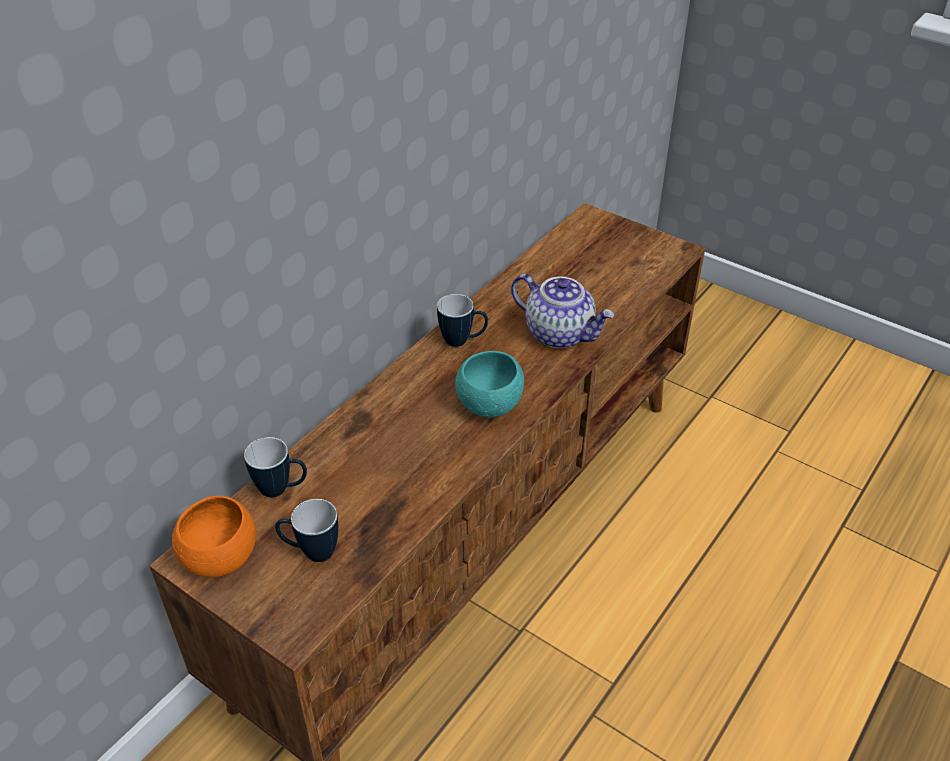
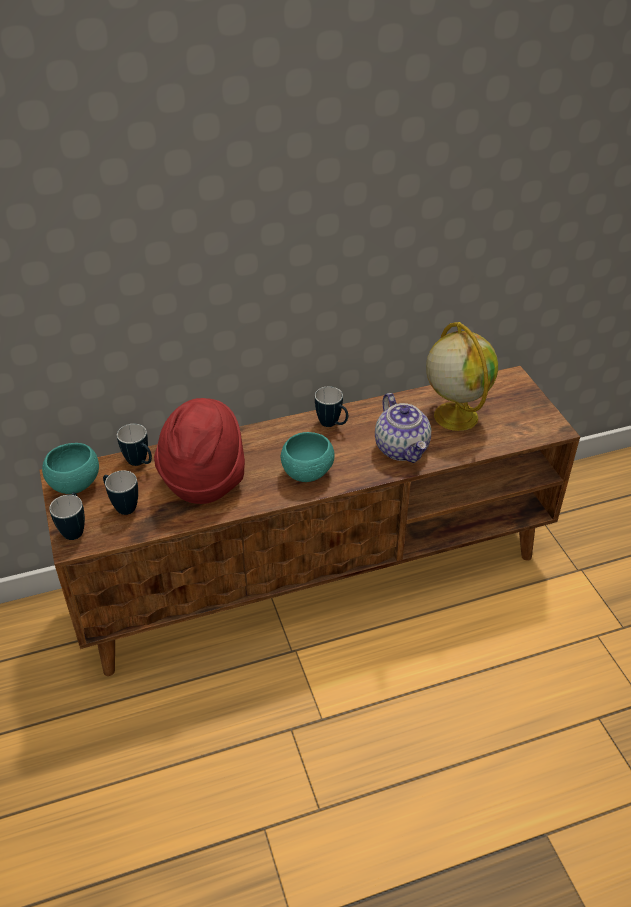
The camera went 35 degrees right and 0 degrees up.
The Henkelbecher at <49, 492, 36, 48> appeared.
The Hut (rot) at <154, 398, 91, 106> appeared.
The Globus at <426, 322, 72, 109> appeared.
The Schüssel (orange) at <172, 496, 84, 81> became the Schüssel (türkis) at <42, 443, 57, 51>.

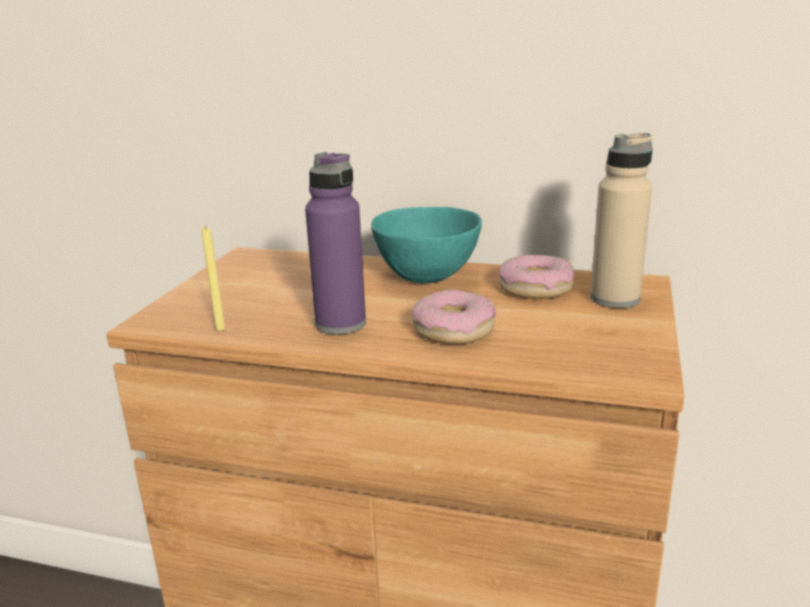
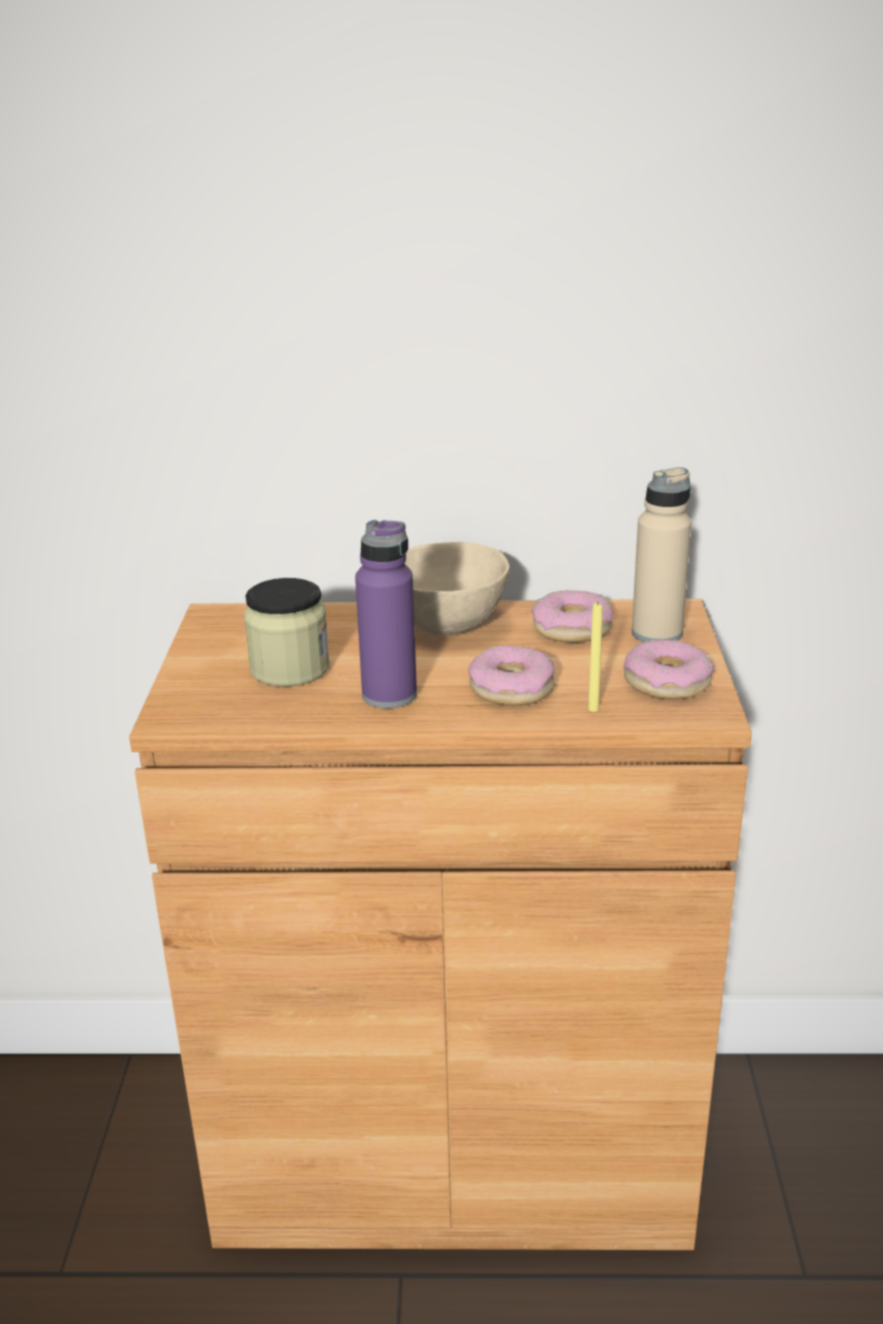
The camera went 15 degrees left and 5 degrees up.
The Vorratsglas at <244, 578, 86, 109> appeared.
The Donut at <623, 640, 91, 59> appeared.
The Kerze (gelb) moved from <201, 225, 24, 106> to <588, 603, 15, 109>.
The Schüssel (türkis) at <371, 207, 111, 76> became the Schüssel (beige) at <404, 542, 105, 93>.

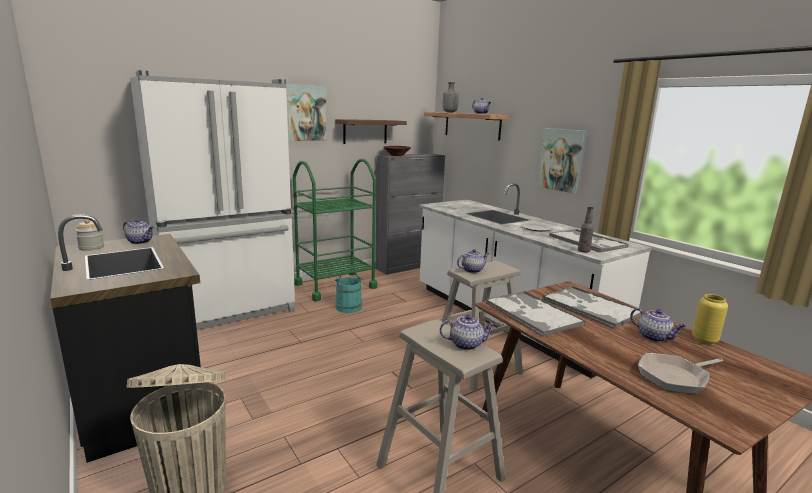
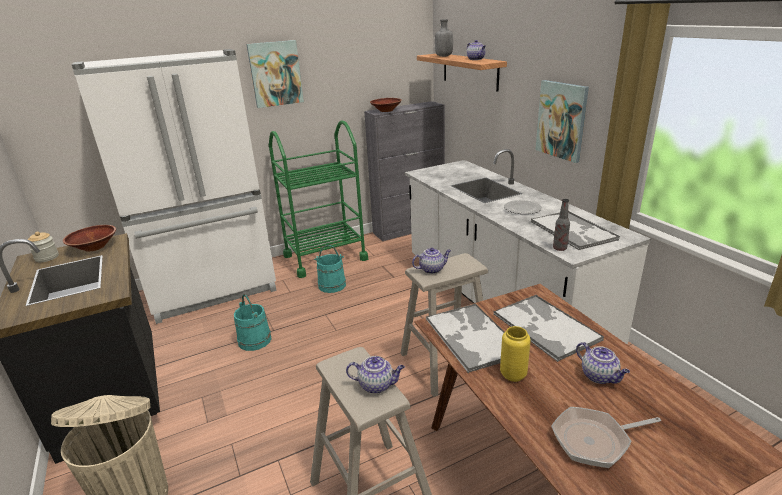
The camera went 10 degrees right and 10 degrees up.
The Wandregal at <335, 119, 72, 25> disappeared.
The Eimer (türkis) at <234, 294, 38, 57> appeared.
The Vase (gelb) moved from <692, 294, 36, 51> to <500, 326, 31, 56>.
The Teekanne at <123, 219, 31, 25> was replaced by the Schüssel (braun) at <63, 225, 53, 27>.

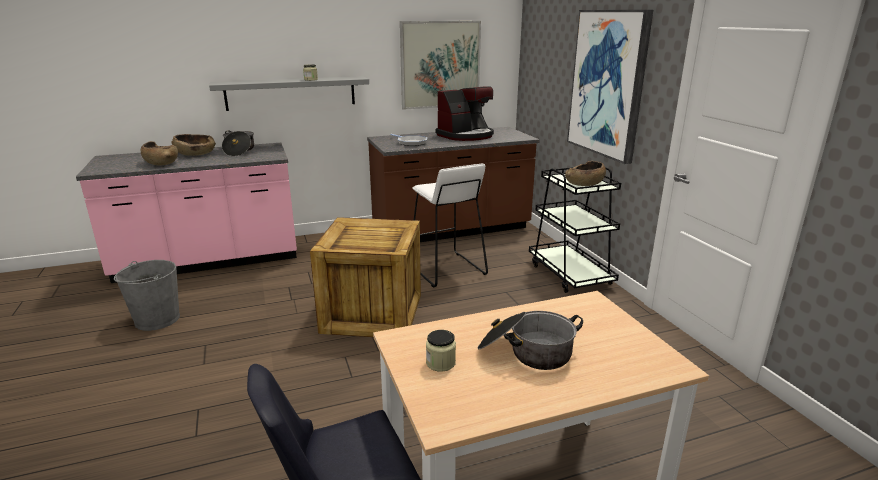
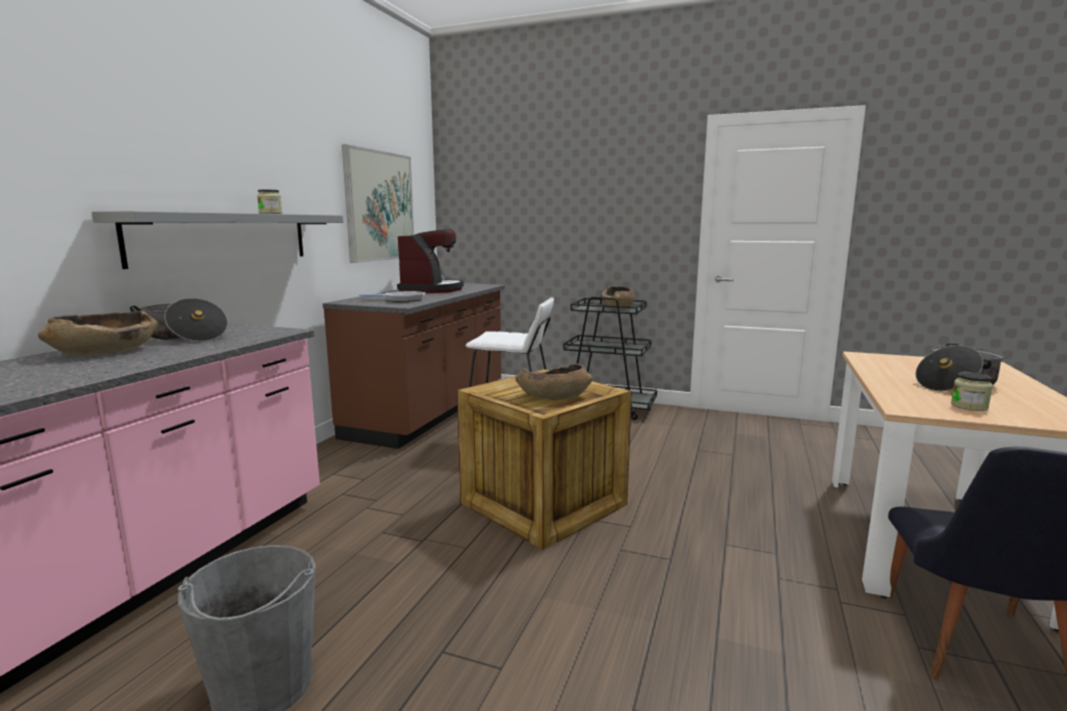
The camera went 50 degrees left and 10 degrees down.
The Bild at <567, 10, 86, 154> disappeared.
The Schüssel (braun) moved from <141, 141, 37, 25> to <515, 364, 78, 36>.

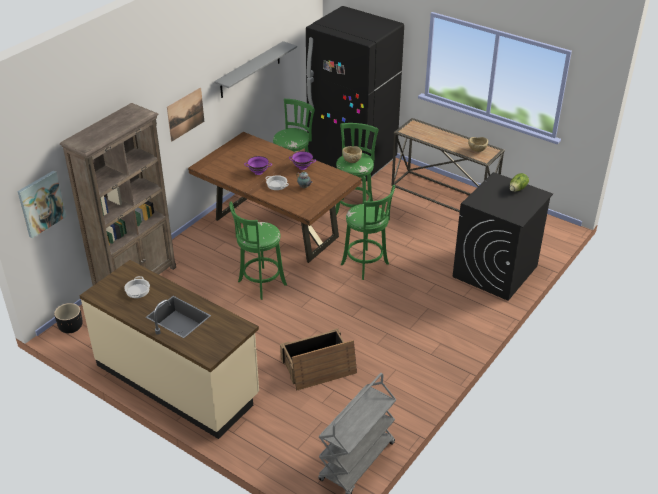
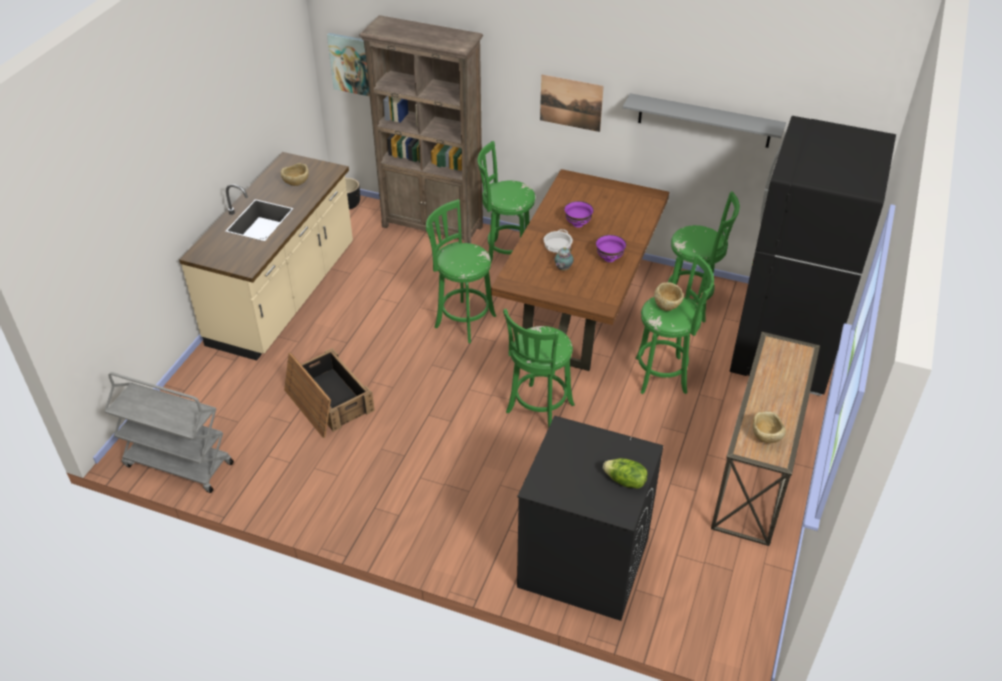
The camera went 75 degrees right and 5 degrees up.
The Hocker (grün) at <477, 141, 58, 122> appeared.
The Kochtopf at <124, 276, 26, 22> was replaced by the Schüssel (beige) at <281, 163, 28, 23>.

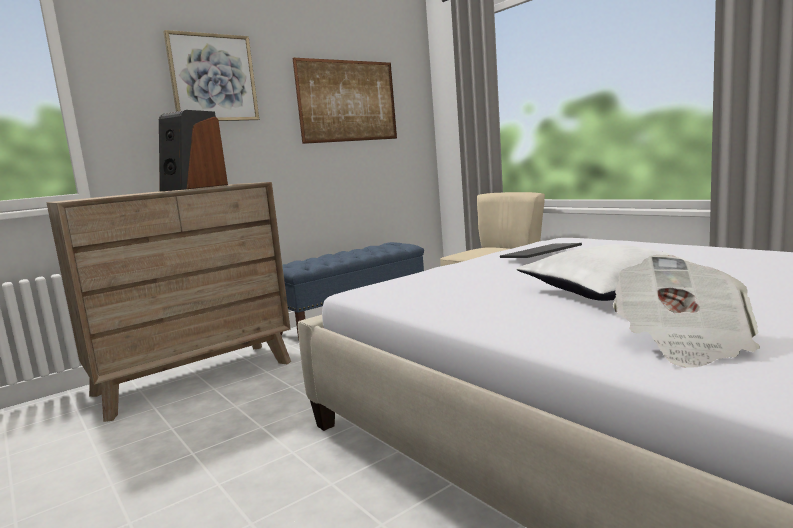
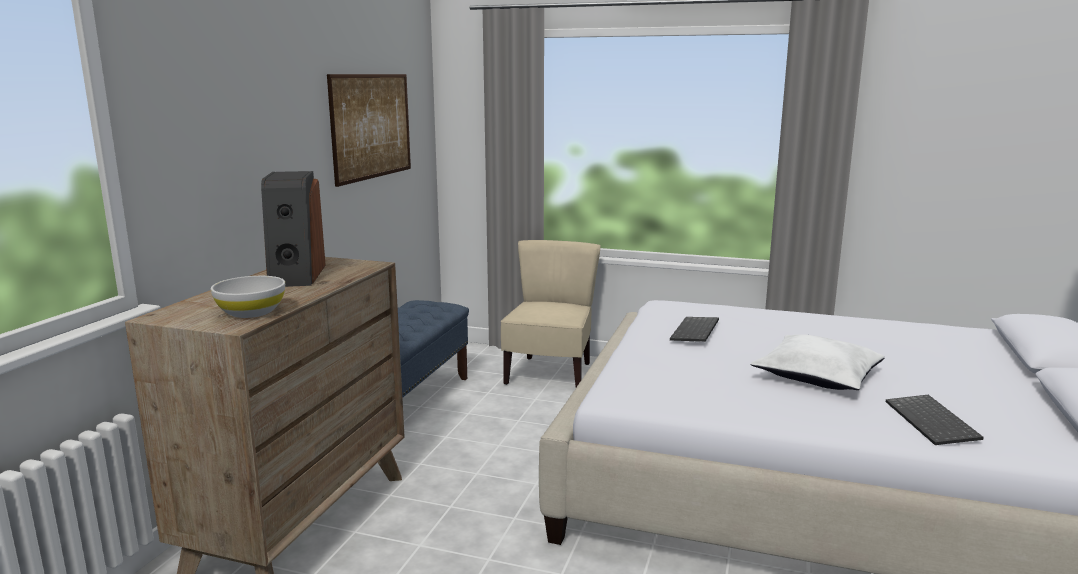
The camera went 35 degrees left and 5 degrees up.
The Bild at <163, 30, 96, 91> disappeared.
The Schüssel (weiß) at <211, 276, 74, 42> appeared.
The Zeitung at <613, 255, 147, 113> was replaced by the Tastatur at <886, 395, 97, 50>.

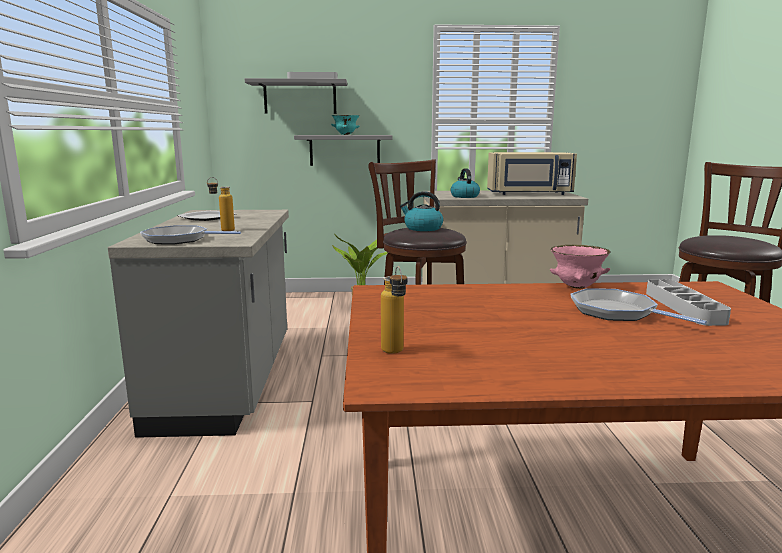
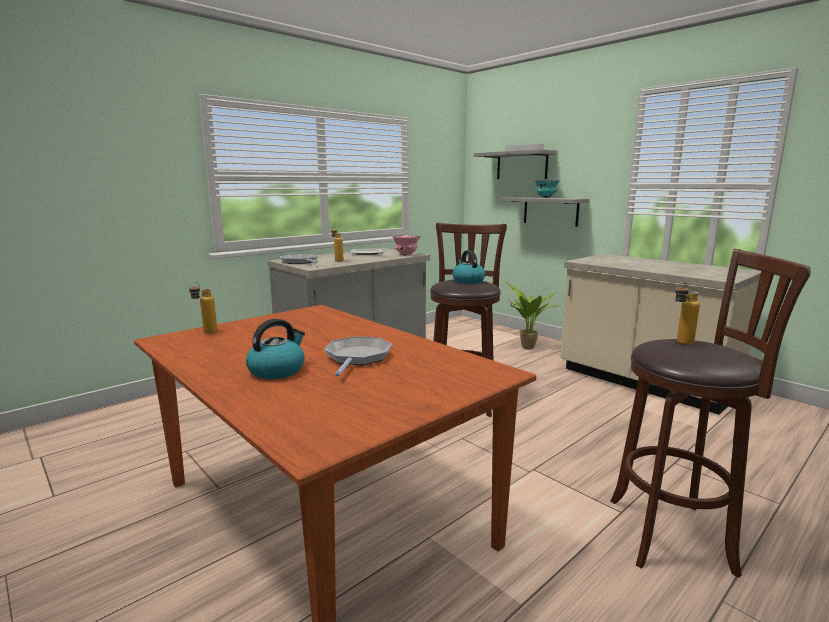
The camera went 50 degrees right and 0 degrees up.
The Mikrowelle (beige) at <487, 152, 90, 43> disappeared.
The Tablett (grau) at <646, 279, 85, 47> disappeared.
The Flasche at <675, 282, 25, 63> appeared.
The Wasserkessel moved from <451, 168, 29, 30> to <246, 319, 59, 60>.
The Schüssel (rosa) moved from <550, 245, 61, 44> to <393, 235, 27, 21>.

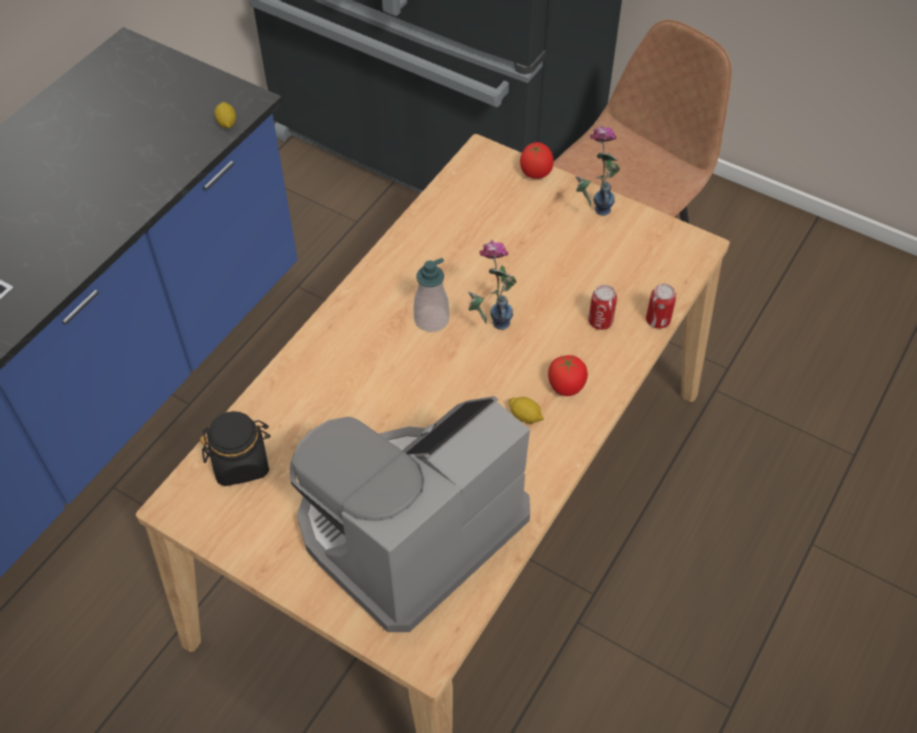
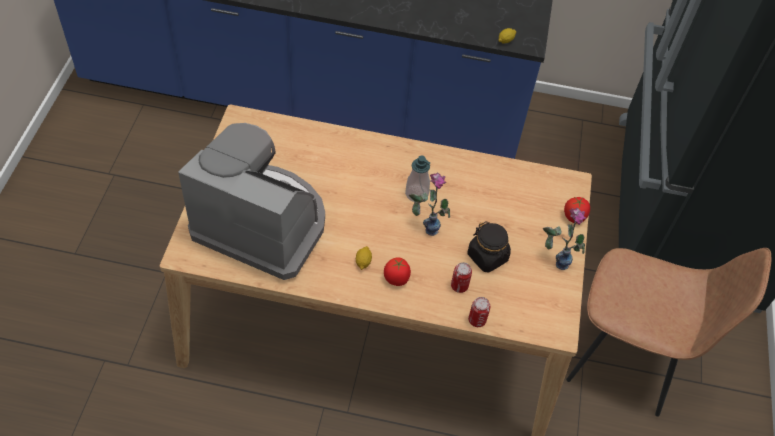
The camera went 65 degrees right and 0 degrees up.
The Vorratsglas (schwarz) moved from <200, 411, 71, 75> to <468, 221, 43, 52>.

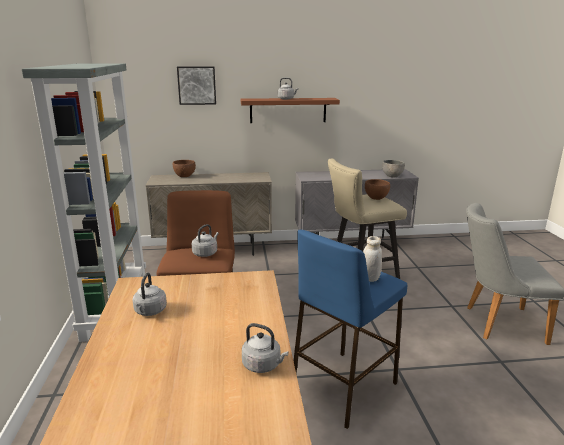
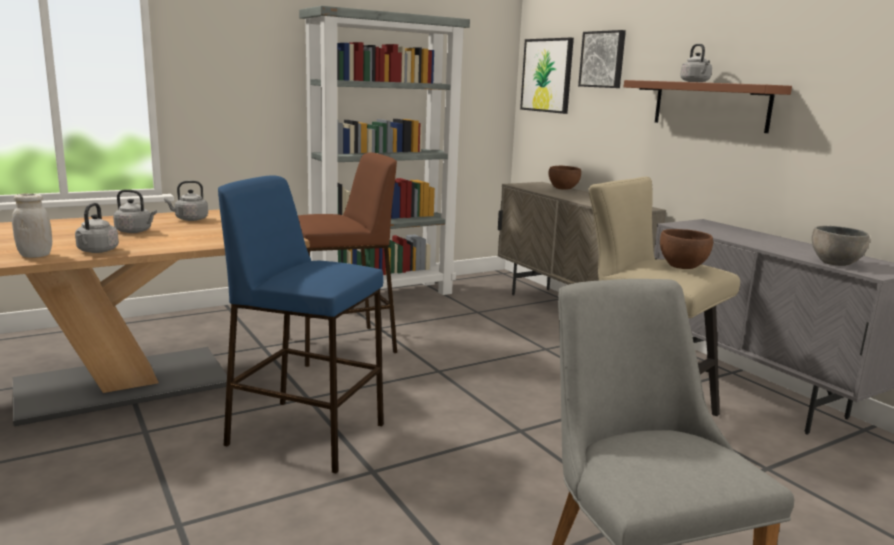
The camera went 65 degrees right and 5 degrees down.
The Bild at <520, 38, 54, 76> appeared.
The Wasserkessel (grau) moved from <192, 224, 27, 33> to <113, 189, 44, 44>.
The Vorratsglas (weiß) moved from <363, 236, 19, 46> to <12, 194, 40, 64>.

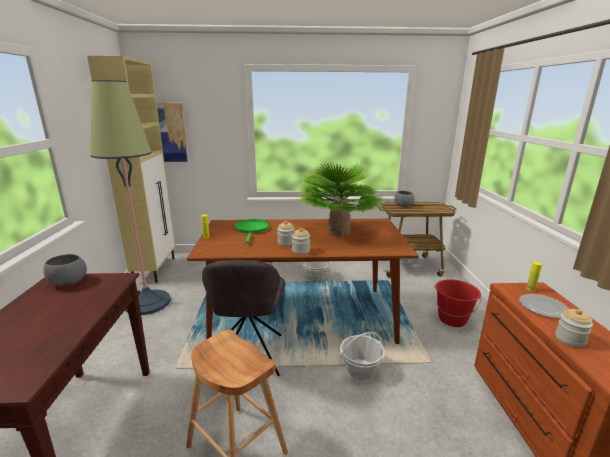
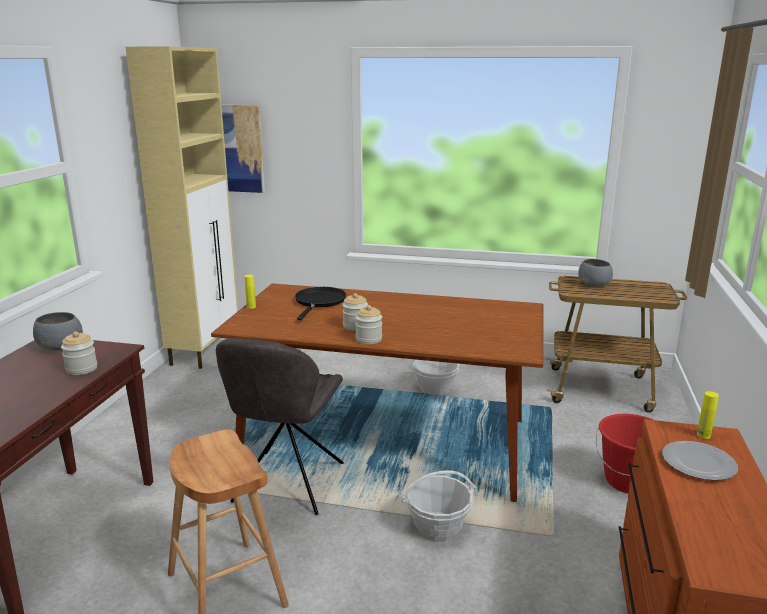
The camera went 15 degrees right and 0 degrees up.
The Stehlampe at <90, 80, 81, 235> disappeared.
The Topfpflanze at <297, 162, 89, 75> disappeared.
The Vorratsglas moved from <555, 309, 38, 39> to <61, 331, 36, 44>.
The Pfanne (grün) at <235, 219, 34, 24> became the Pfanne (schwarz) at <295, 287, 51, 33>.

